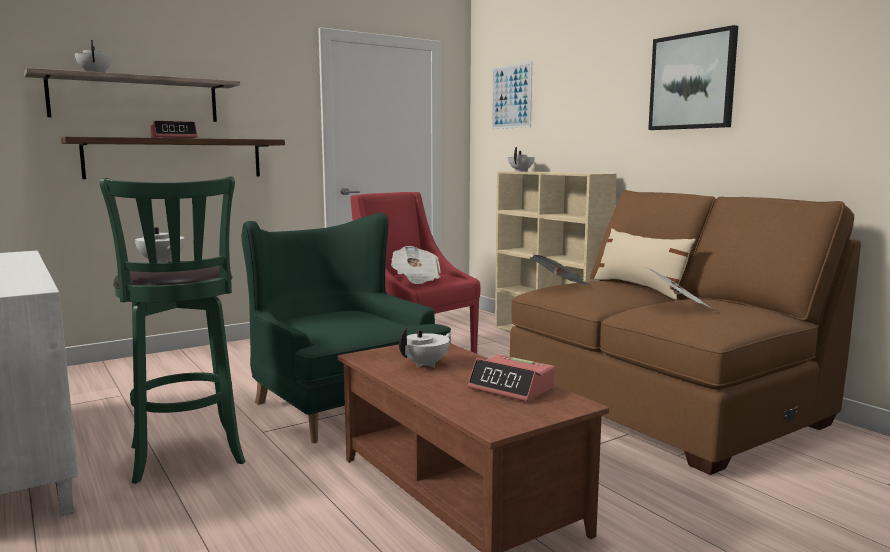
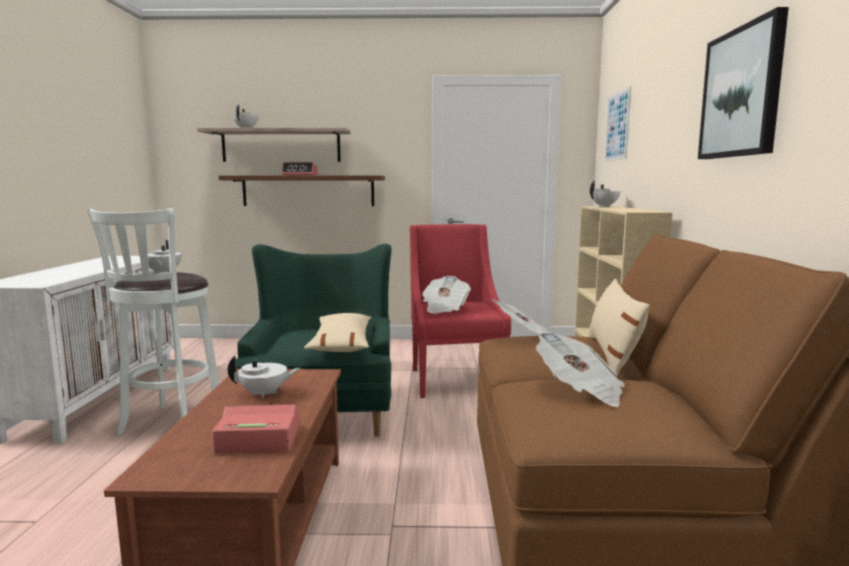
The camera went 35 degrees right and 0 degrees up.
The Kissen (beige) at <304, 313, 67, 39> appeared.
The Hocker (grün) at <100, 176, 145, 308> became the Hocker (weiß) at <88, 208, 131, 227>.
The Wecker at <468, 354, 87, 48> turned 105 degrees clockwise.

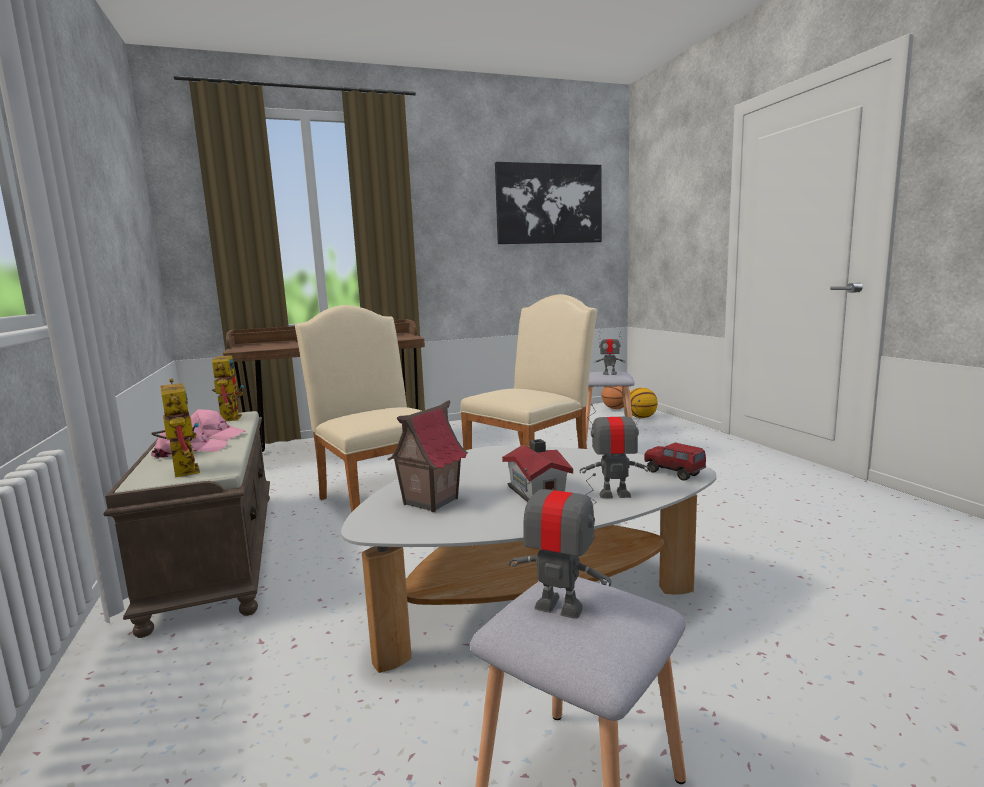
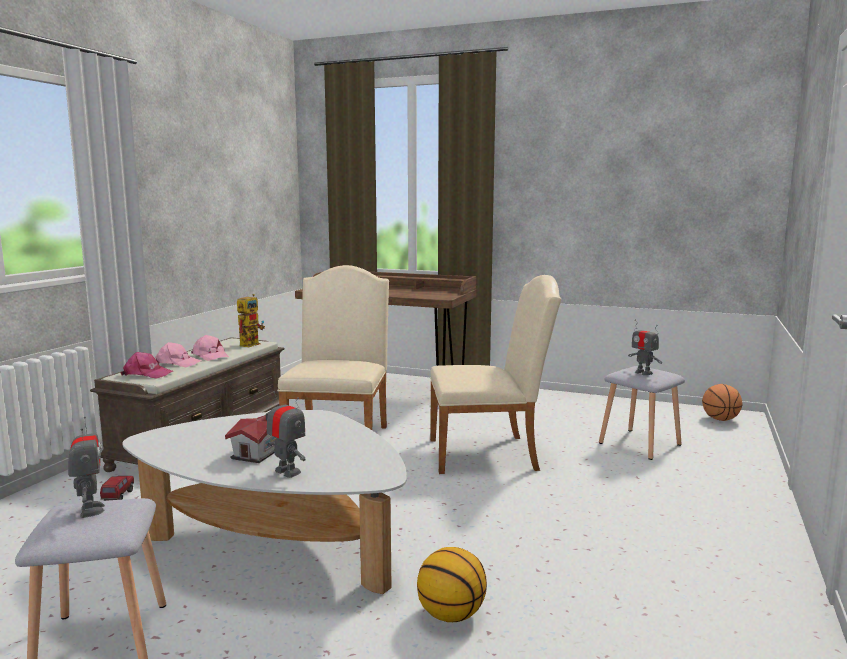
The camera went 40 degrees right and 0 degrees up.
The Spielzeughaus at <388, 400, 80, 112> disappeared.
The Bild at <495, 162, 107, 82> disappeared.
The Basketball moved from <630, 388, 28, 30> to <417, 547, 70, 75>.
The Spielzeuglaster moved from <645, 443, 61, 38> to <100, 476, 34, 25>.
The Spielzeugroboter at <151, 379, 49, 99> was replaced by the Kappe (rosa) at <121, 352, 52, 27>.

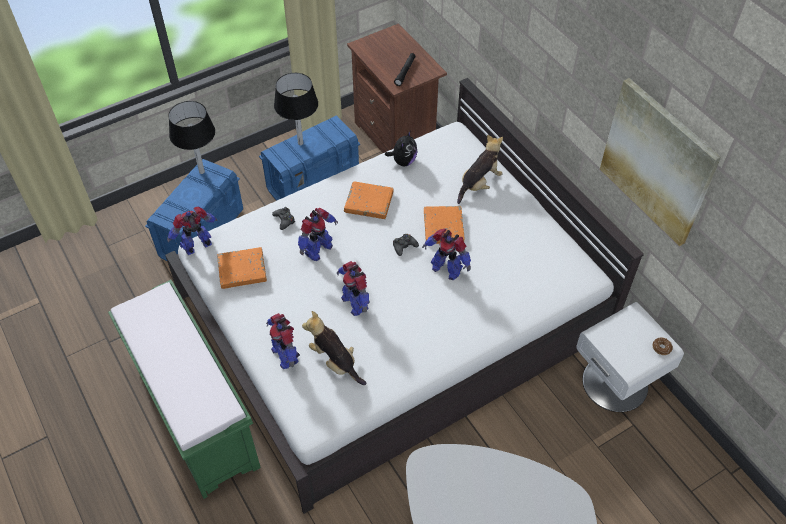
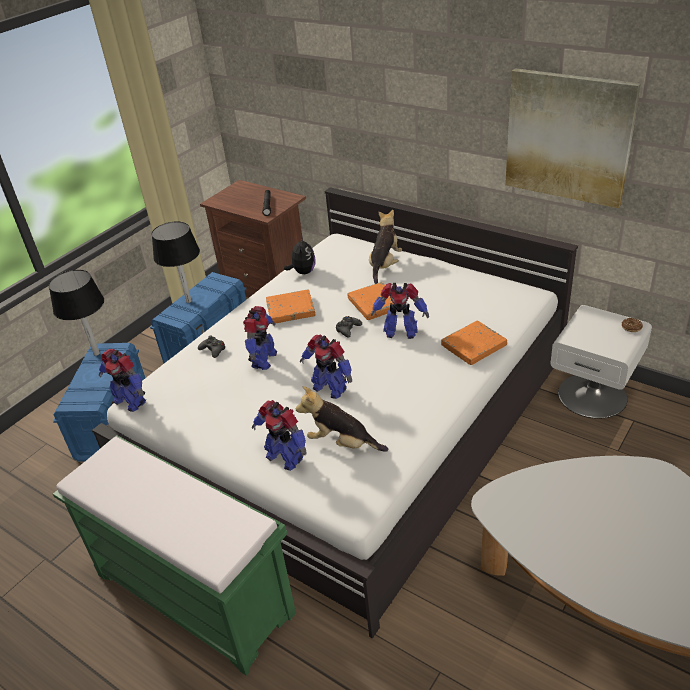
The camera went 20 degrees left and 15 degrees down.
The Buch (orange) moved from <217, 247, 50, 42> to <441, 320, 66, 45>.
The Spielzeugroboter at <167, 207, 51, 48> turned 90 degrees counterclockwise.

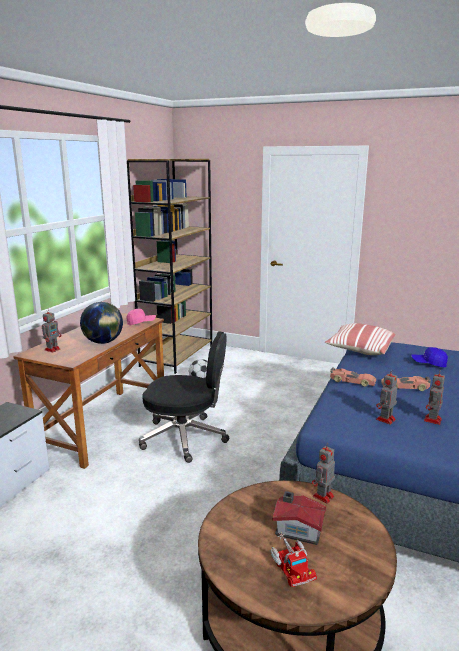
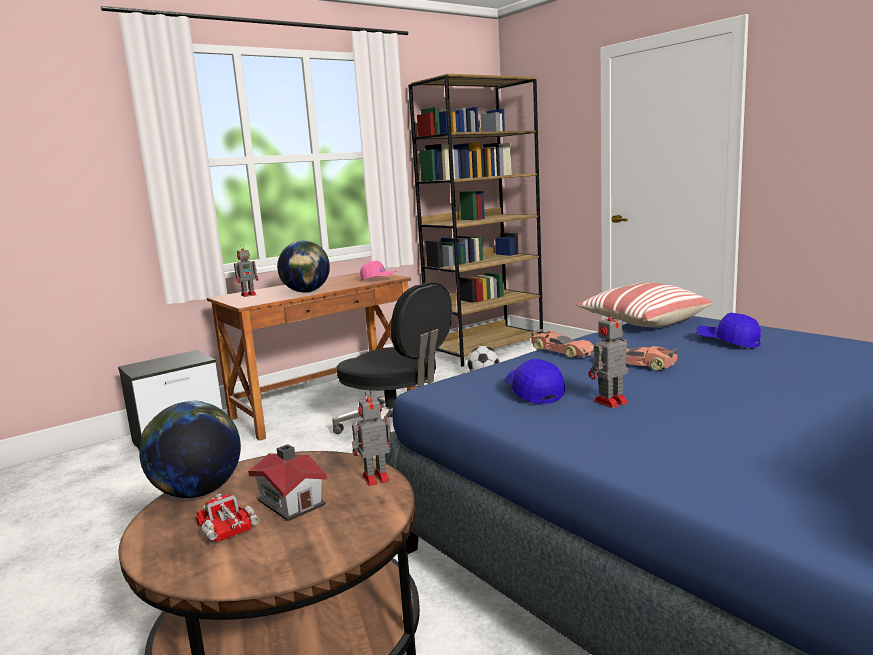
The camera went 30 degrees right and 5 degrees down.
The Globus at <139, 401, 102, 97> appeared.
The Spielzeugroboter at <376, 369, 21, 56> was replaced by the Kappe (blau) at <505, 359, 60, 45>.
The Spielzeuglaster at <270, 531, 47, 56> turned 135 degrees clockwise.

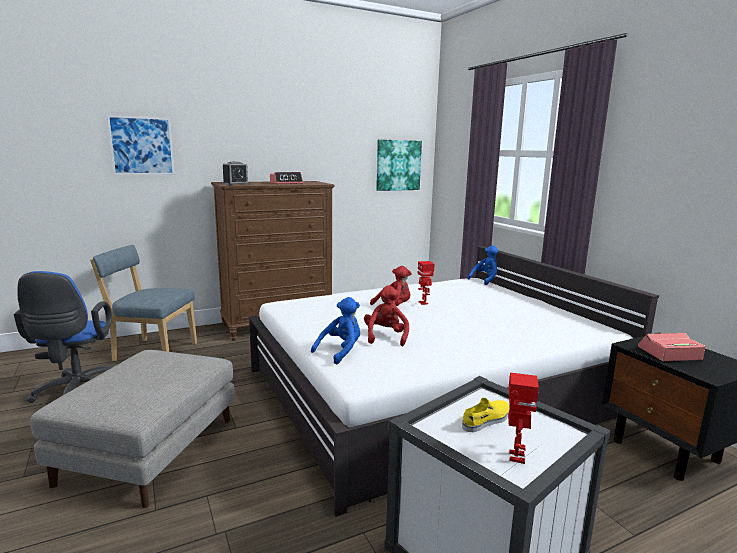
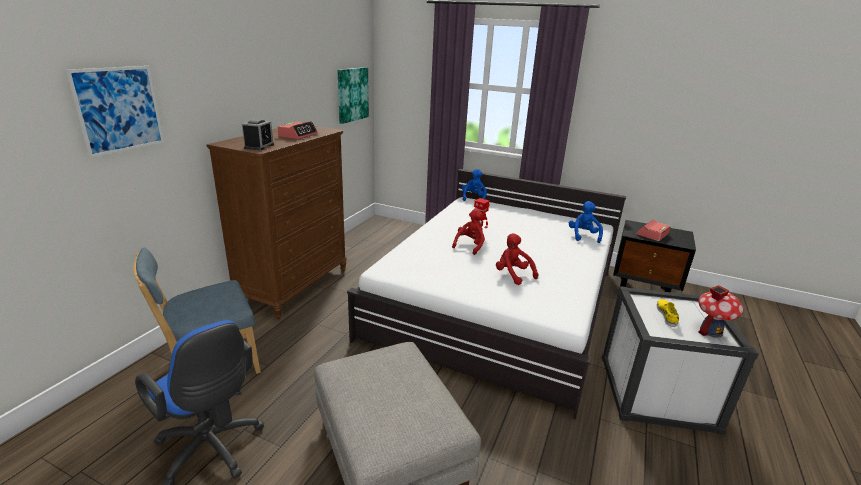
The camera went 40 degrees left and 10 degrees up.
The Plüschtier (blau) moved from <311, 297, 49, 67> to <569, 201, 34, 42>.
The Spielzeugroboter at <508, 372, 31, 92> was replaced by the Spielzeughaus at <698, 285, 45, 53>.

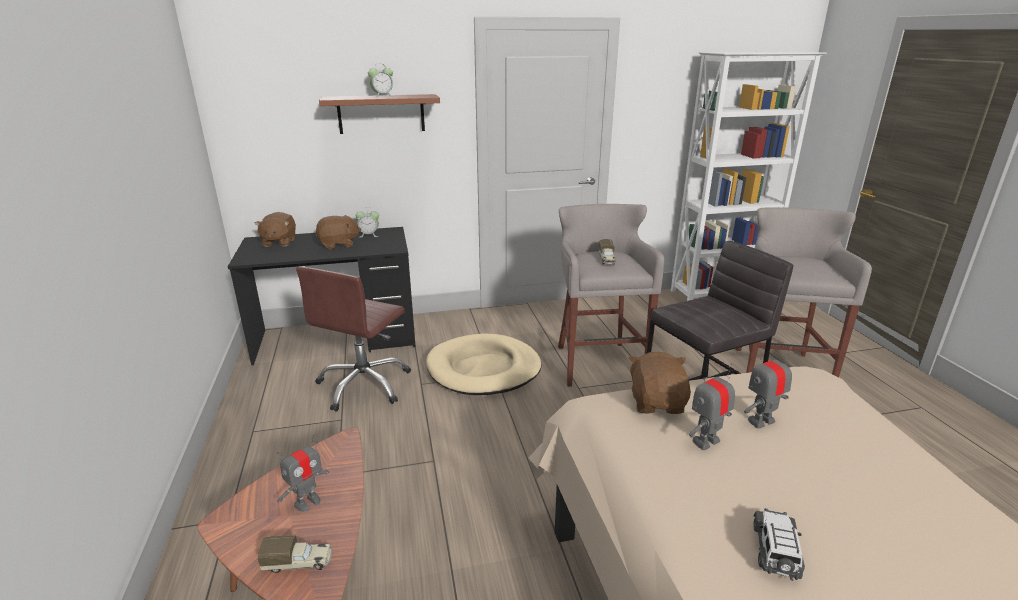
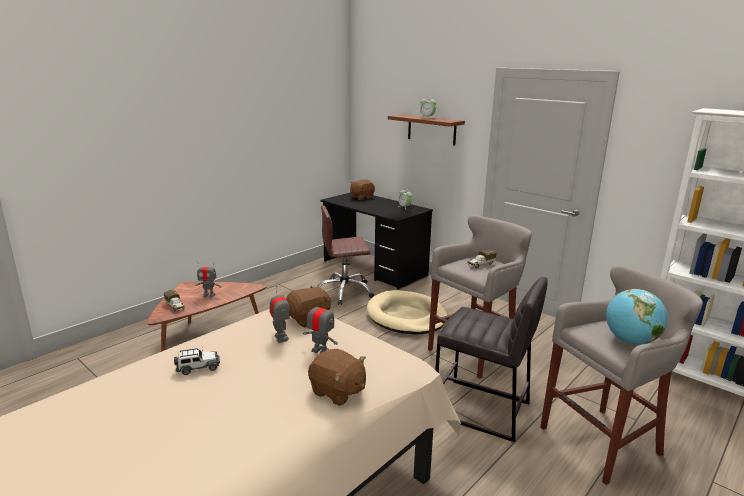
The camera went 55 degrees right and 5 degrees down.
The Globus at <606, 289, 62, 56> appeared.
The Plüschtier (braun) moved from <316, 215, 45, 34> to <308, 349, 58, 57>.
The Spielzeugroboter at <689, 363, 46, 87> turned 45 degrees clockwise.

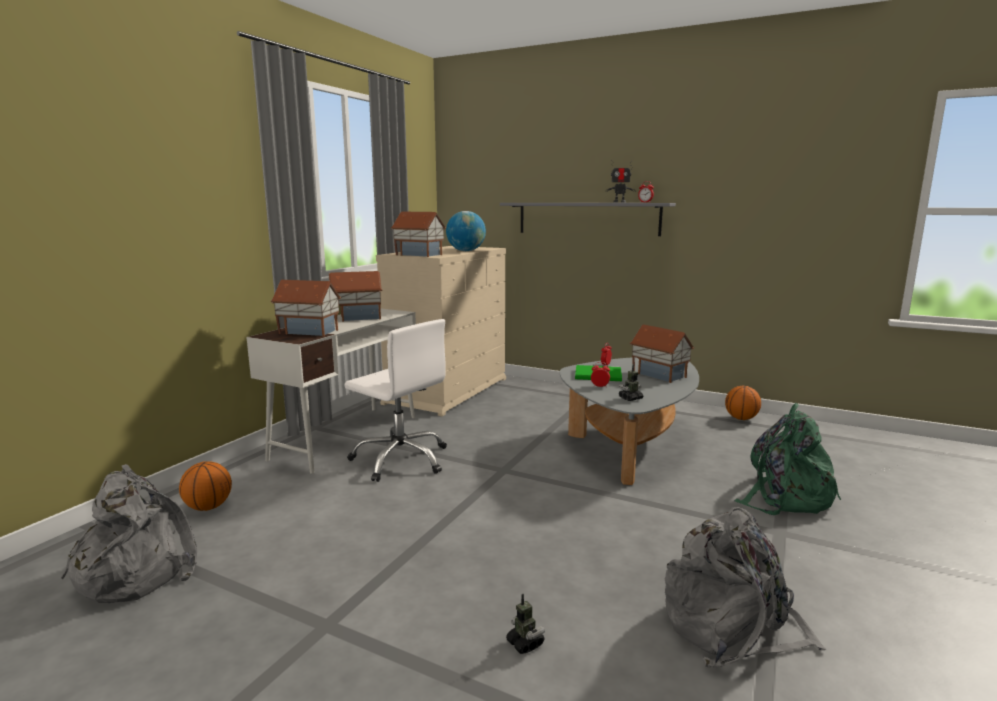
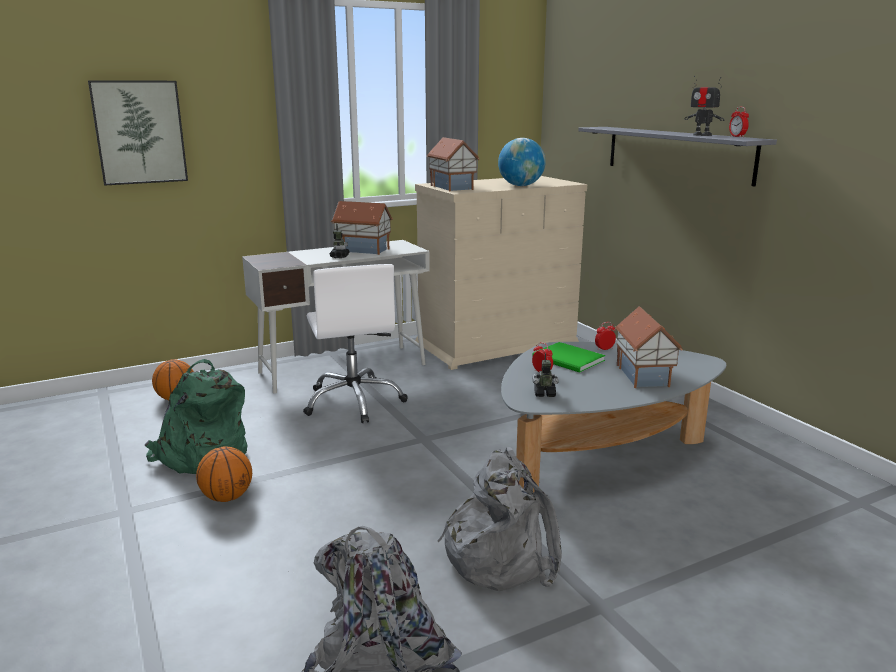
The camera went 35 degrees right and 5 degrees up.
The Spielzeughaus at <270, 280, 71, 56> disappeared.
The Bild at <88, 80, 100, 105> appeared.
The Rucksack (grau) moved from <61, 464, 136, 139> to <437, 447, 125, 144>.
The Spielzeugroboter moved from <506, 594, 39, 60> to <329, 224, 21, 34>.
The Basketball moved from <725, 386, 36, 34> to <196, 446, 56, 56>.
The Rucksack (grün) moved from <734, 403, 107, 112> to <145, 359, 103, 115>.

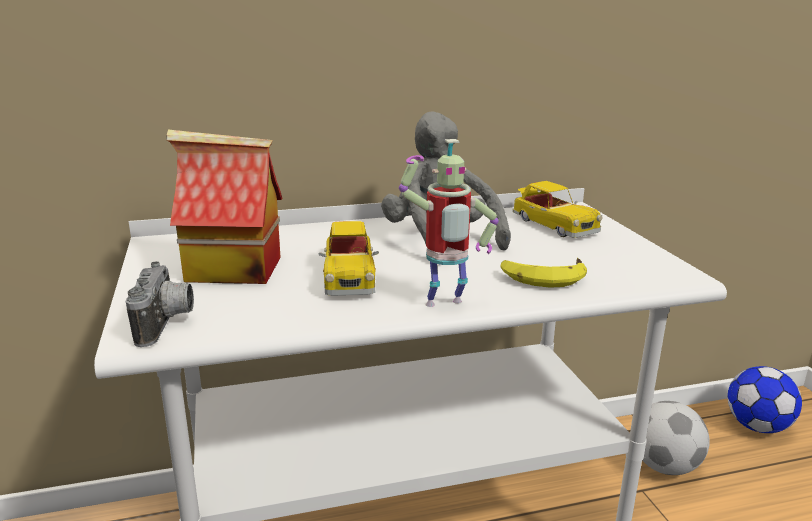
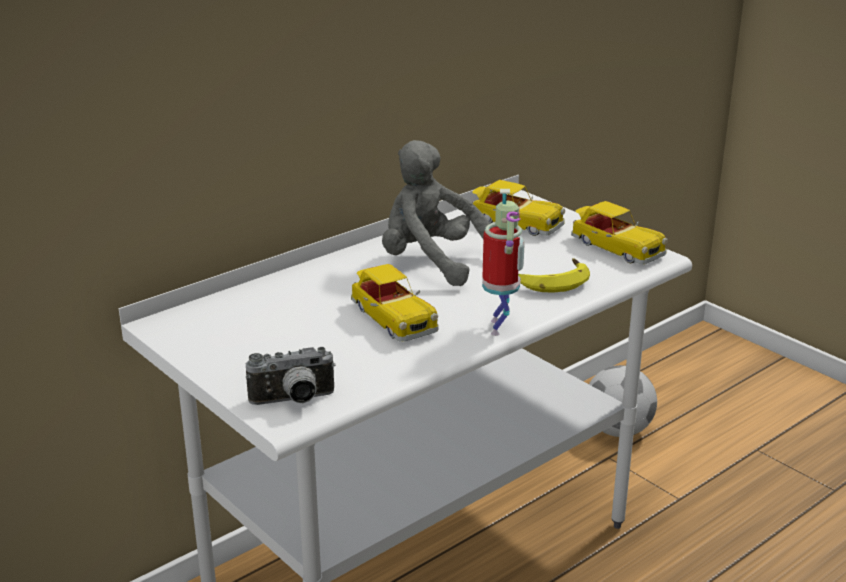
The camera went 25 degrees left and 5 degrees up.
The Spielzeughaus at <166, 130, 117, 154> disappeared.
The Fußball at <727, 366, 75, 67> disappeared.
The Spielzeugauto at <571, 201, 97, 63> appeared.
The Kamera at <125, 261, 69, 86> turned 105 degrees clockwise.
The Spielzeugroboter at <399, 139, 100, 168> turned 45 degrees counterclockwise.

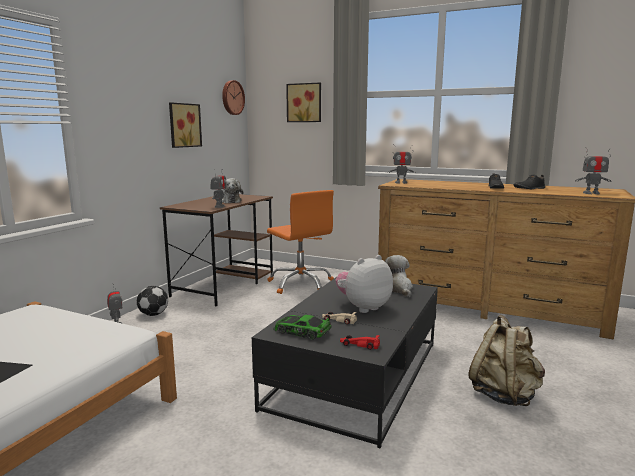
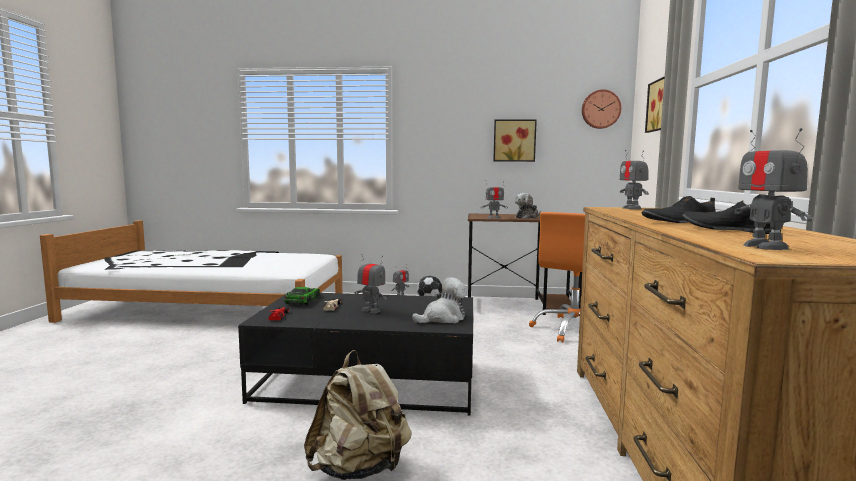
The camera went 70 degrees right and 5 degrees down.
The Plüschtier at <335, 255, 58, 58> was replaced by the Spielzeugroboter at <355, 254, 33, 60>.

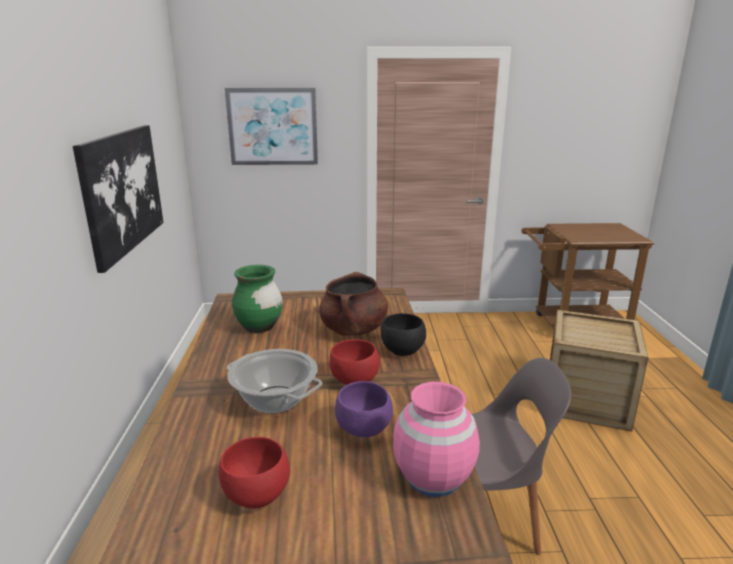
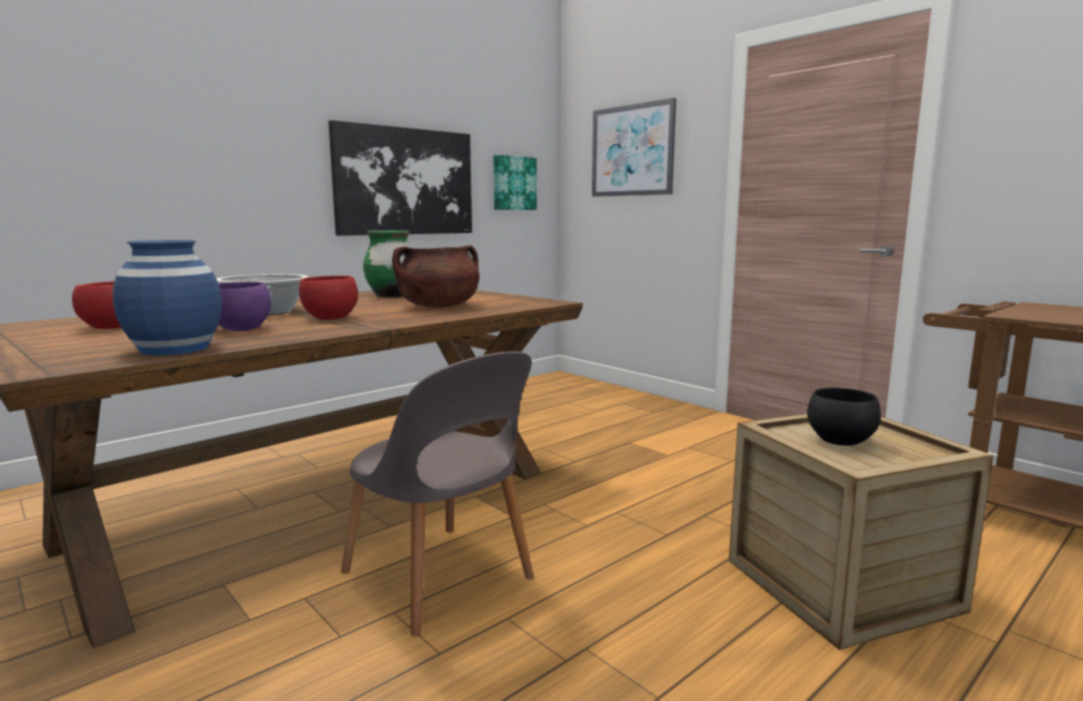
The camera went 50 degrees right and 10 degrees down.
The Bild at <494, 155, 43, 55> appeared.
The Schüssel (schwarz) moved from <381, 313, 45, 43> to <807, 387, 74, 59>.
The Vase (rosa) at <393, 382, 87, 115> became the Vase (blau) at <112, 240, 110, 116>.

